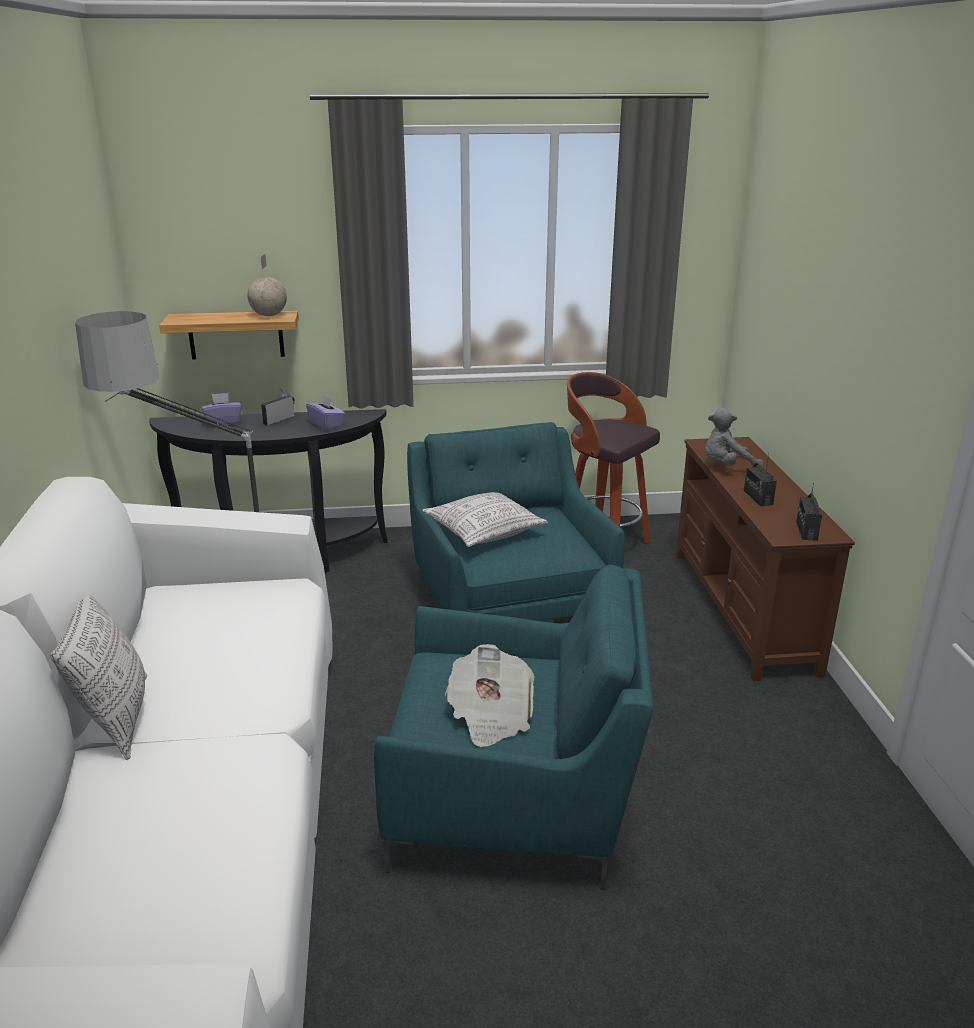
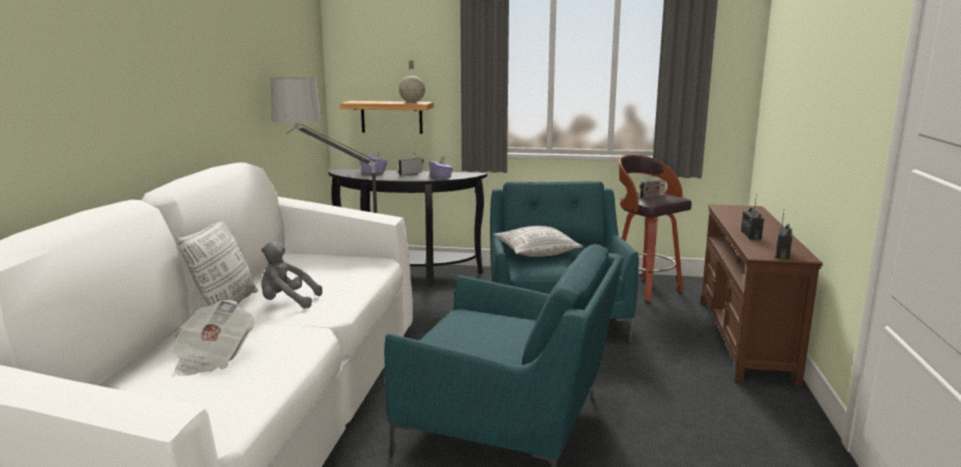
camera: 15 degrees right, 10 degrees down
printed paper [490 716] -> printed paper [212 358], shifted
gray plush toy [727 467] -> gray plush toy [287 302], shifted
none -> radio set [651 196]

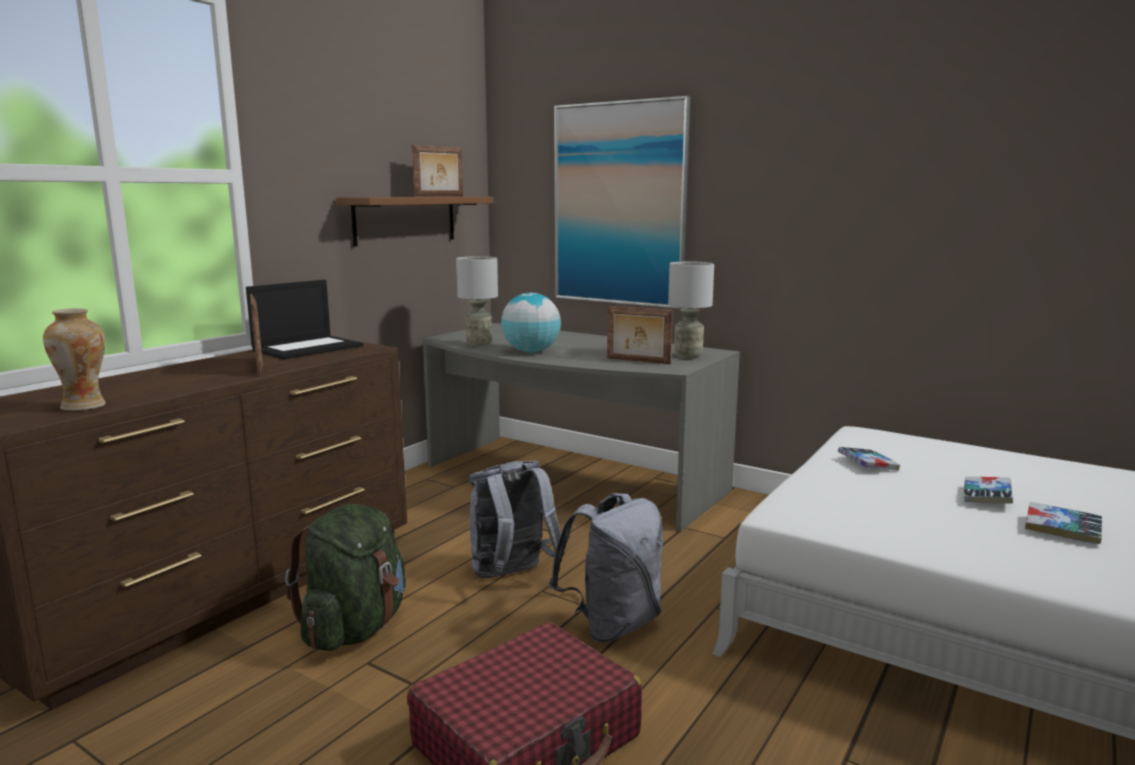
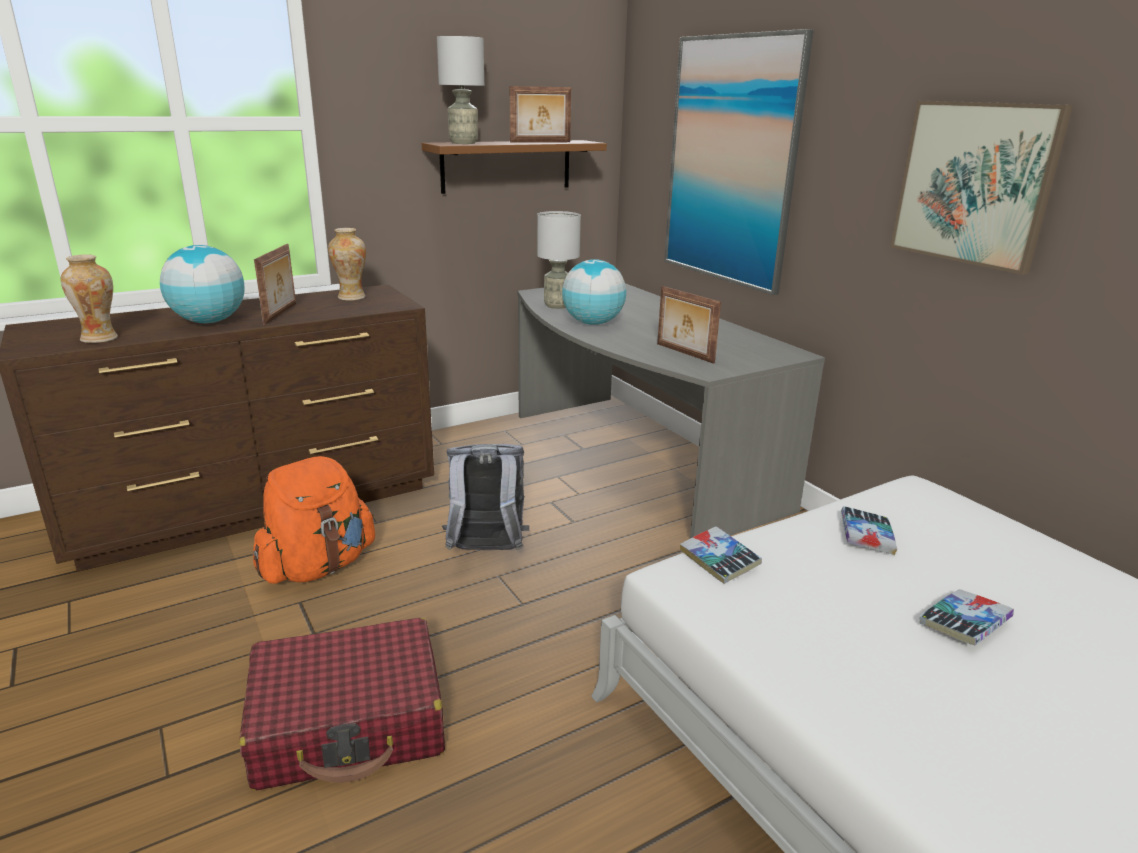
camera: 25 degrees right, 10 degrees up
notebook computer [308 348] -> flower vase [351 297]
green-coloured backpack [355 628] -> orangey backpack [318 566]
gray backpack [612 624] -> none
gray lamp for a table [688 356] -> gray lamp for a table [464 143], shifted
book [1062 529] -> book [719 560], shifted
none -> world globe [209 321]
none -> picture [974 183]

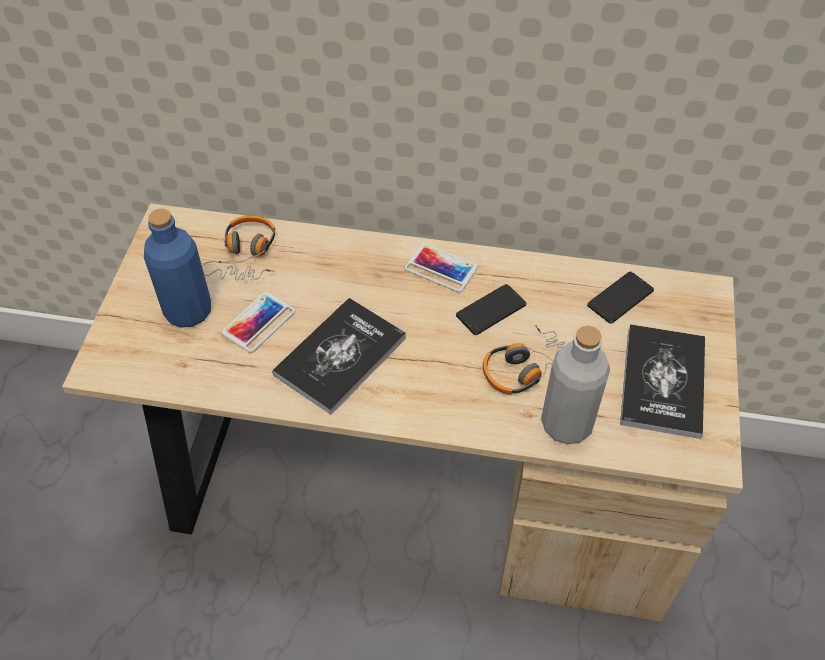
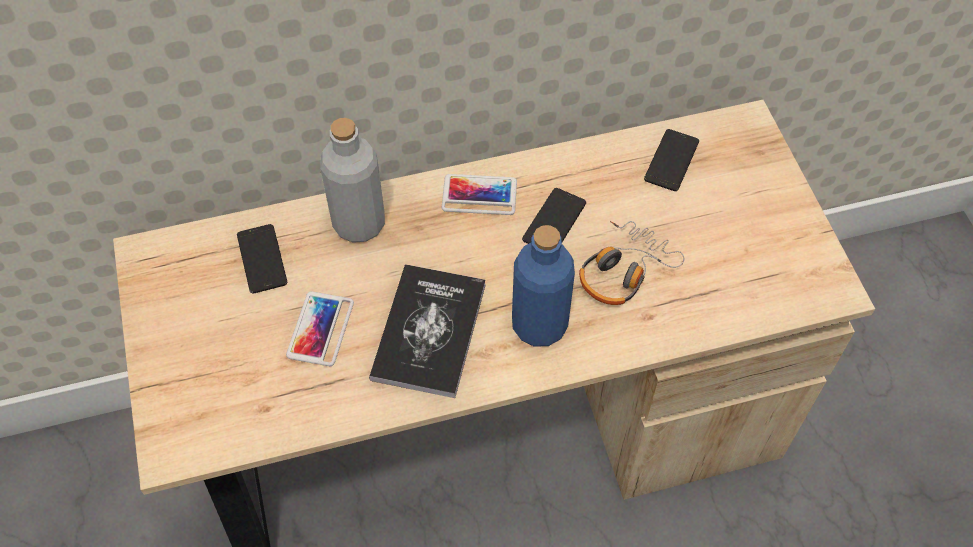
camera: 25 degrees left, 5 degrees up
bluish bottle [188 311] -> bluish bottle [539 325], shifted
pair of headphones [246 255] -> phone [262 259]
gray bottle [566 424] -> gray bottle [359 223], shifted
book [663 382] -> none

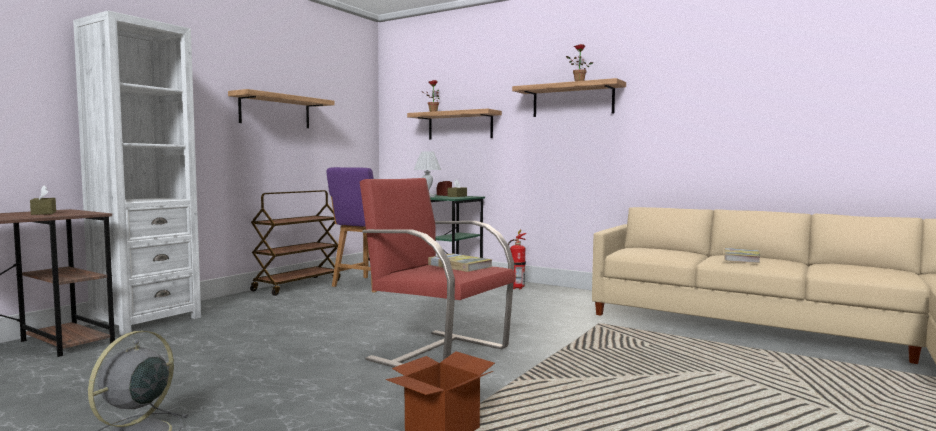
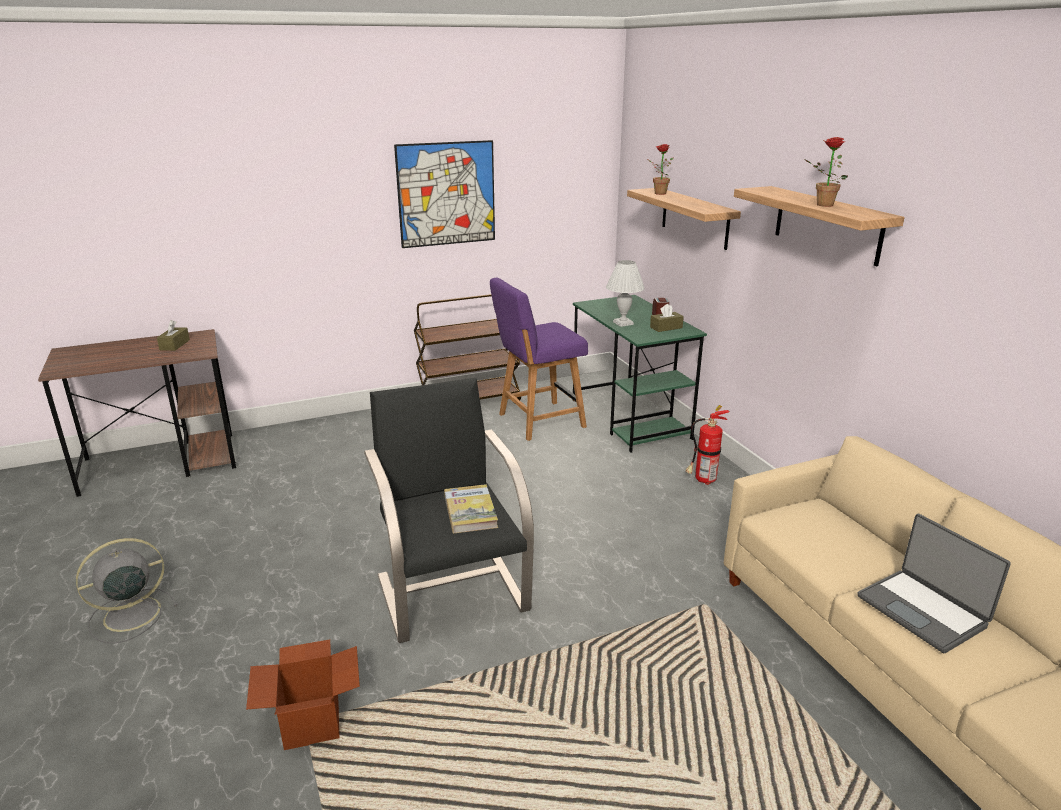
camera: 35 degrees right, 20 degrees up
white-coloured bookshelf [146 321] -> none
bracket shelf [275 111] -> picture [446 194]
reddish easy chair [437 353] -> black easy chair [451 592]
book [741 258] -> notebook computer [923 610]

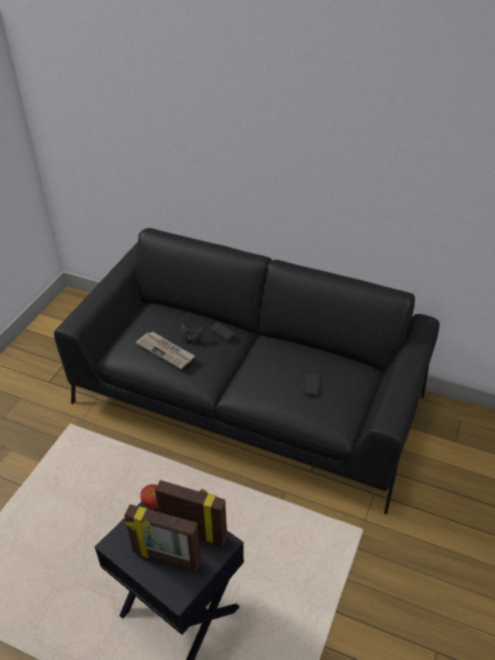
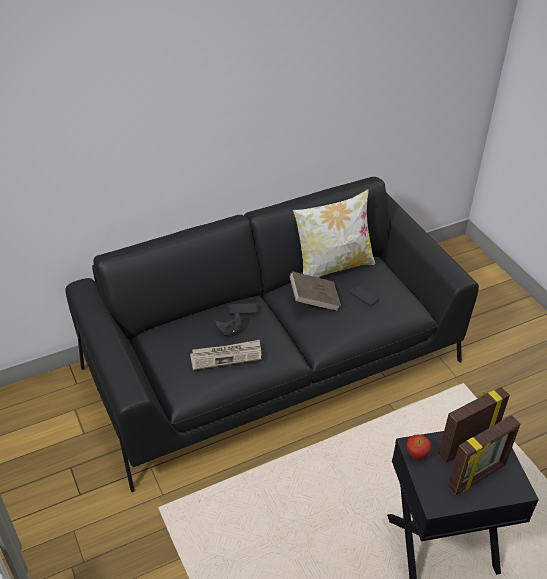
camera: 50 degrees left, 0 degrees up
none -> brownish book [314 300]
none -> throw pillow [333 267]

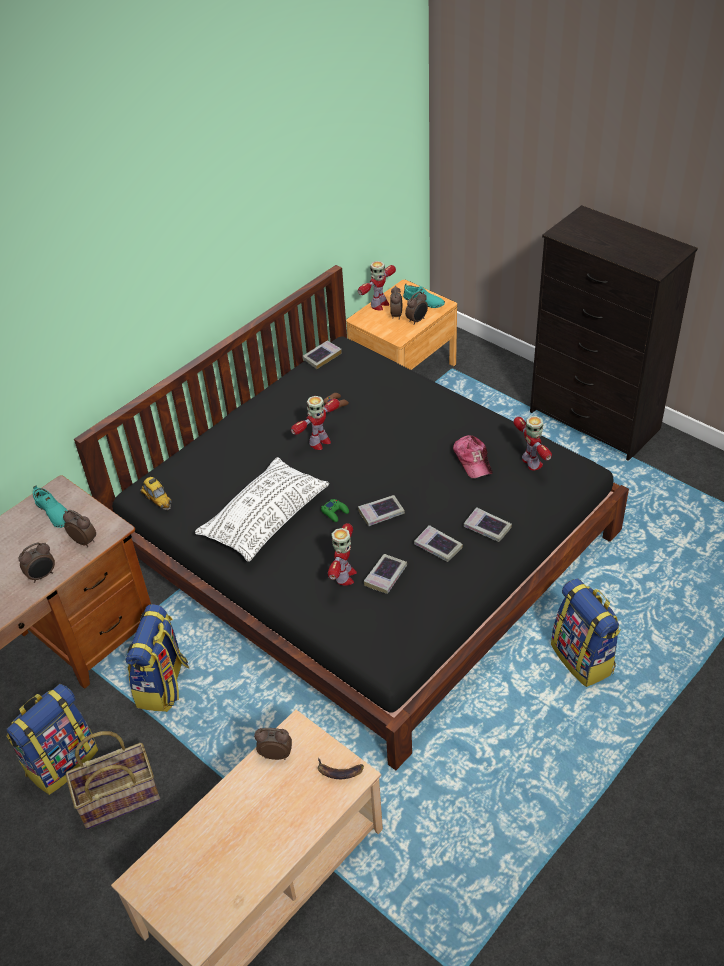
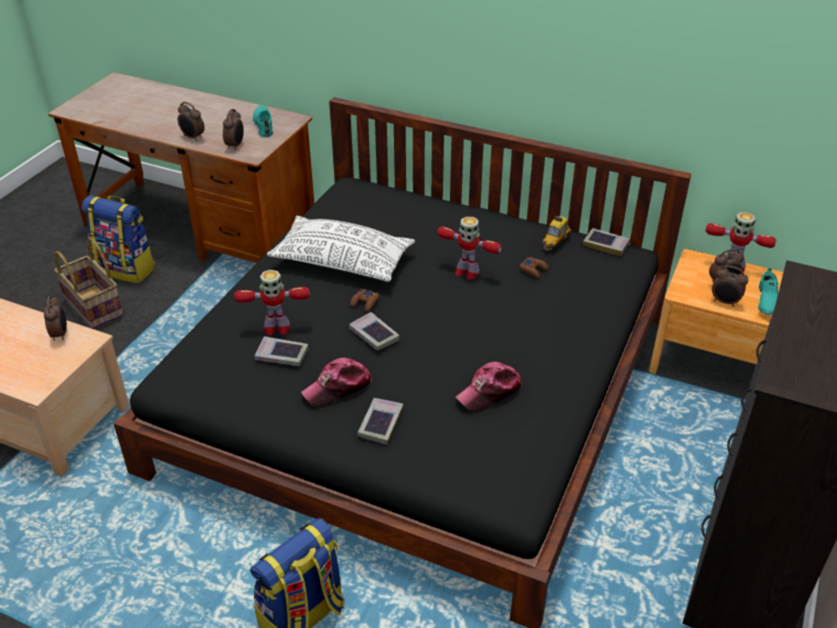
camera: 70 degrees right, 5 degrees down
turquoise low shoe [53 513] -> turquoise low shoe [264 124], 135 degrees clockwise
backpack [163 685] -> none
miniature car [157 500] -> miniature car [555 242], shifted
banana fruit [339 771] -> none
green-coloured game controller [335 512] -> brownish game controller [365 303]
book [438 546] -> cap [337 388]
model robot [531 463] -> none

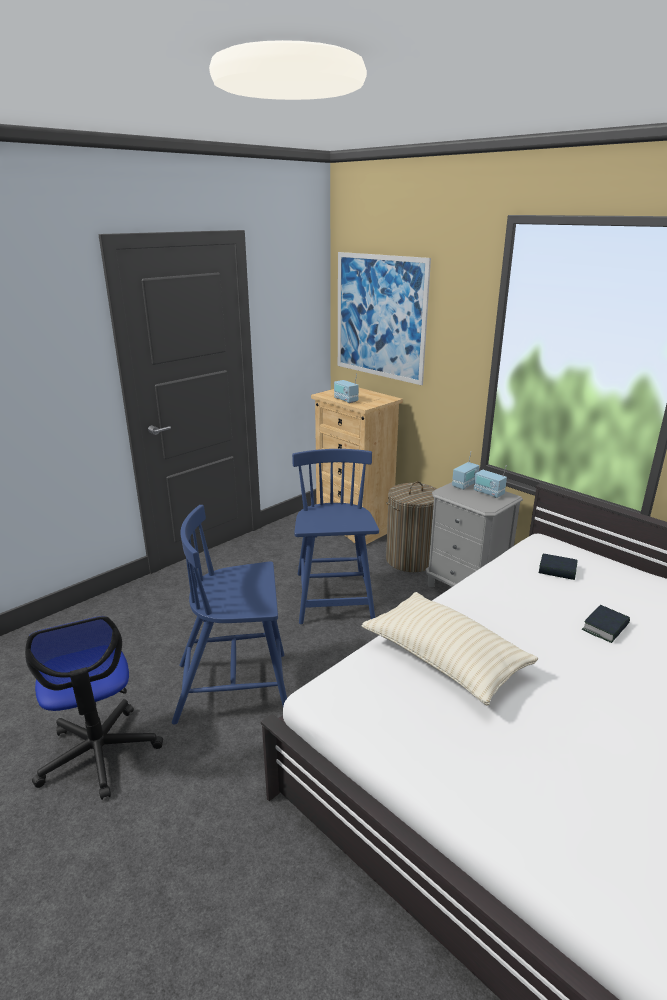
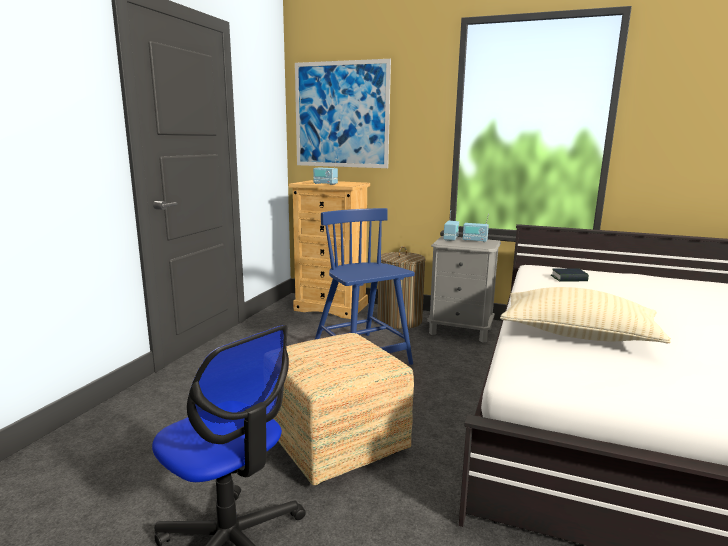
camera: 25 degrees left, 10 degrees down
bluish plain chair [235 687] -> footrest [334 442]
book [605 628] -> none

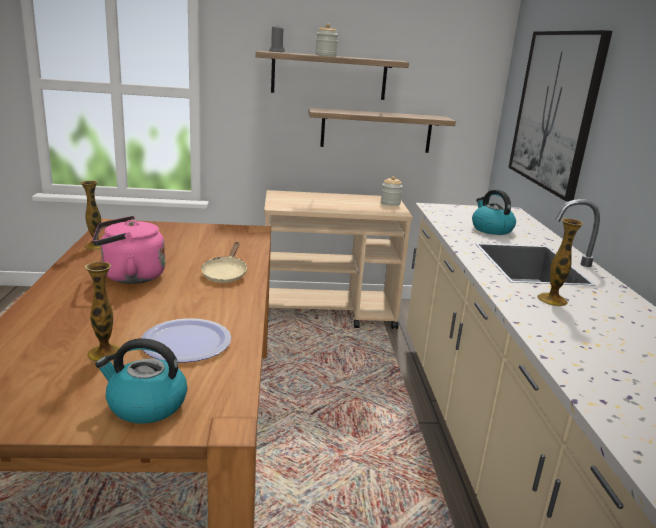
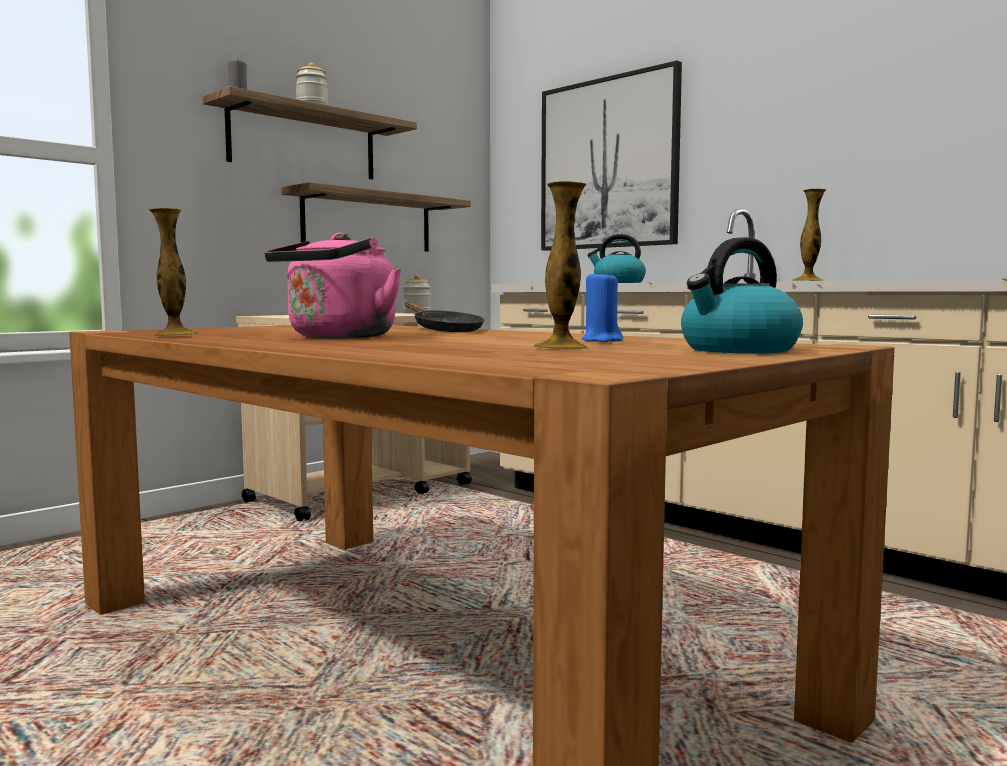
camera: 40 degrees left, 15 degrees down
flat dish [186 342] -> bluish candle [601 341]
sand-coloured skillet [225 274] -> black skillet [444 331]

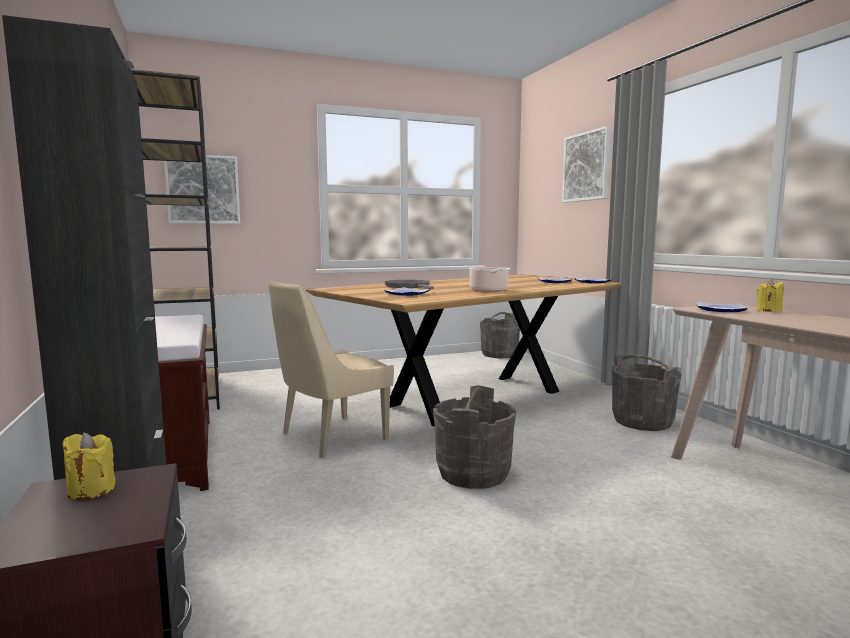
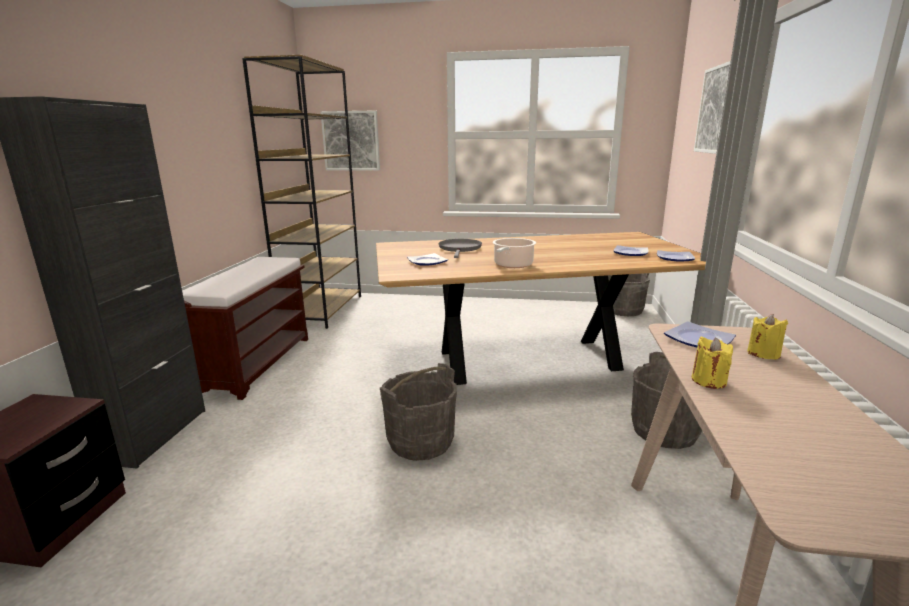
camera: 30 degrees right, 10 degrees up
yellow-coloured candle [91 490] -> yellow-coloured candle [708 381], shifted
sand-coloured plain chair [330 437] -> none

